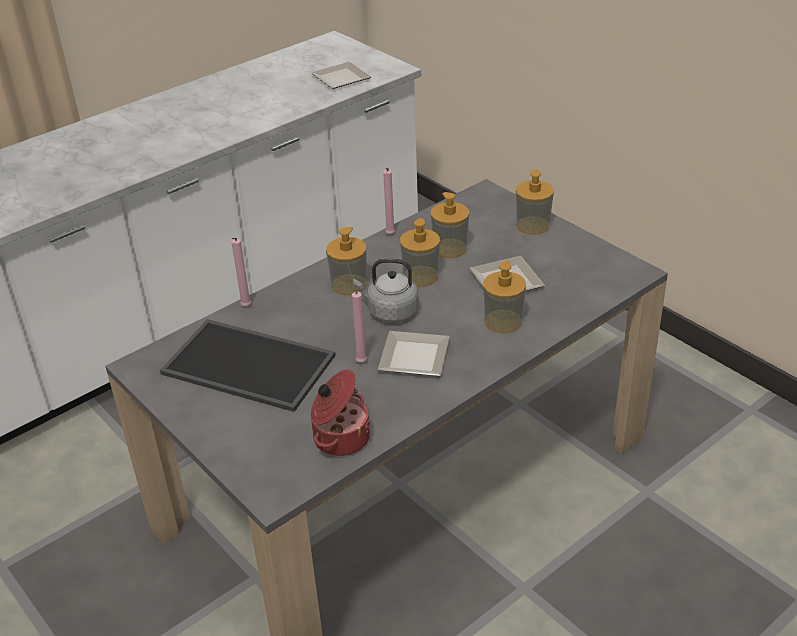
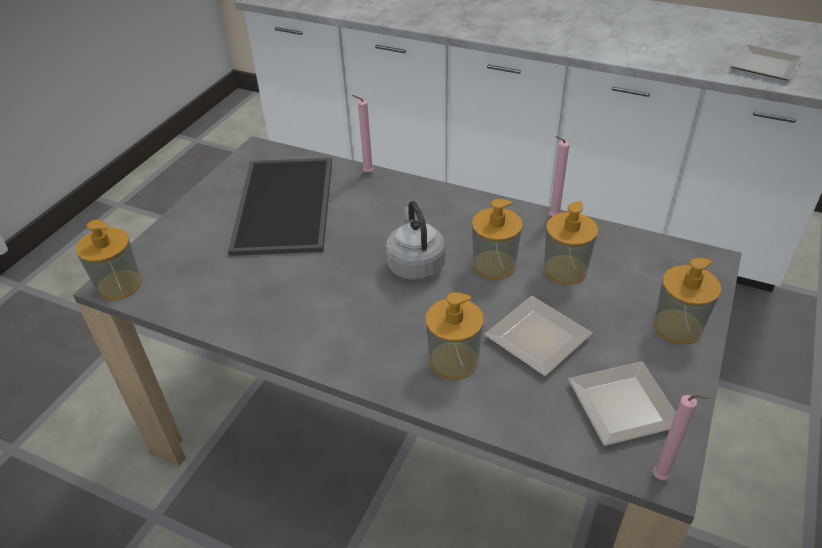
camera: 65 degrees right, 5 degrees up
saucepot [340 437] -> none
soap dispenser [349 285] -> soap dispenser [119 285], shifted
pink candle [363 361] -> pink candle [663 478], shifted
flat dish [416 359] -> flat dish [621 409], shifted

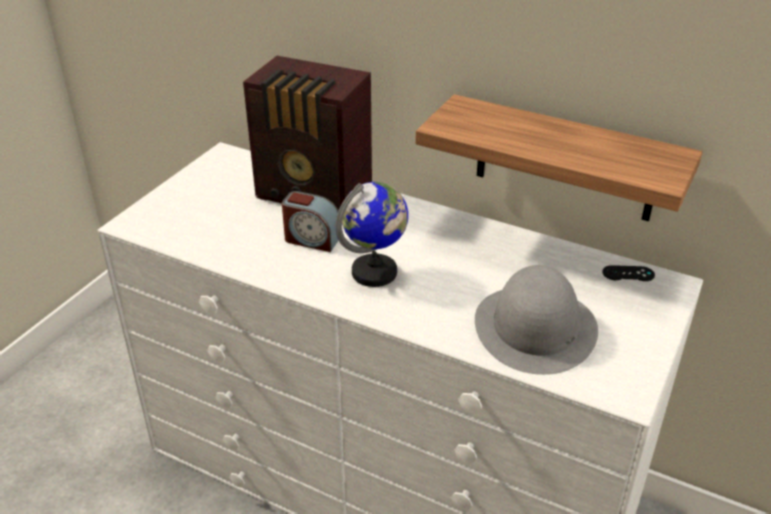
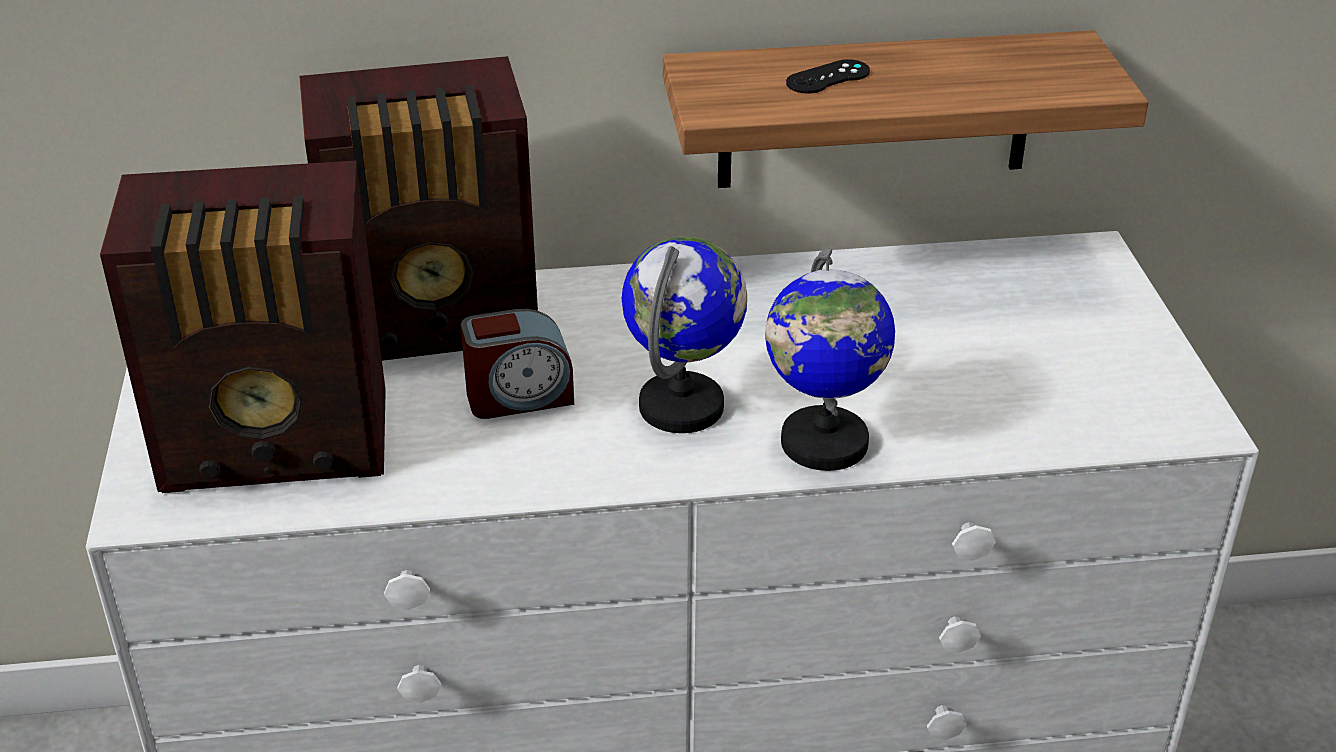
camera: 35 degrees left, 0 degrees up
gray hat [535 328] -> none
black game controller [628 274] -> black game controller [828 77], shifted
none -> radio set [281 444]
none -> world globe [823 443]

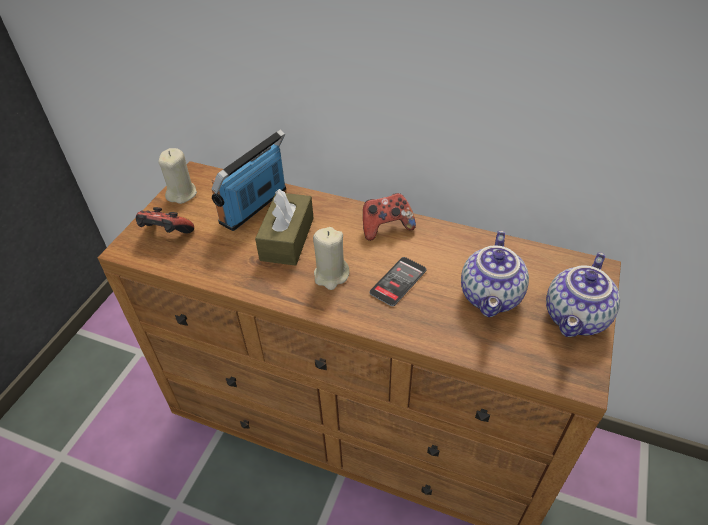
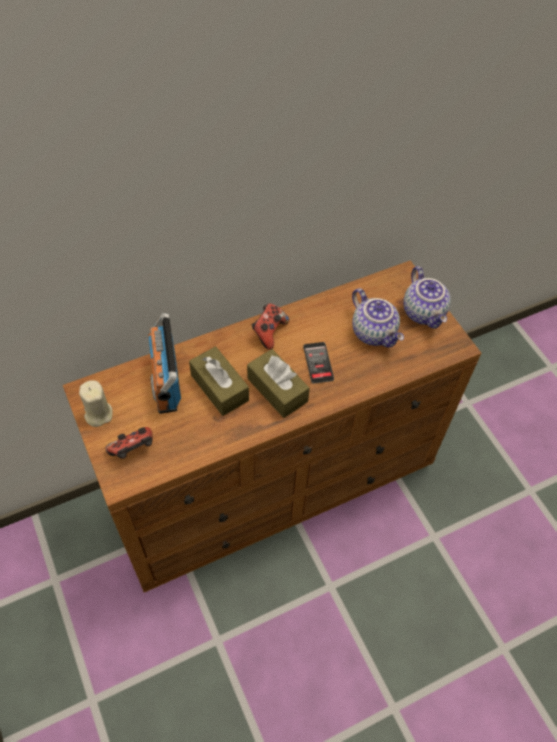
camera: 50 degrees left, 10 degrees up
sand-coloured candle [331 275] -> brownish tissue holder [277 390]

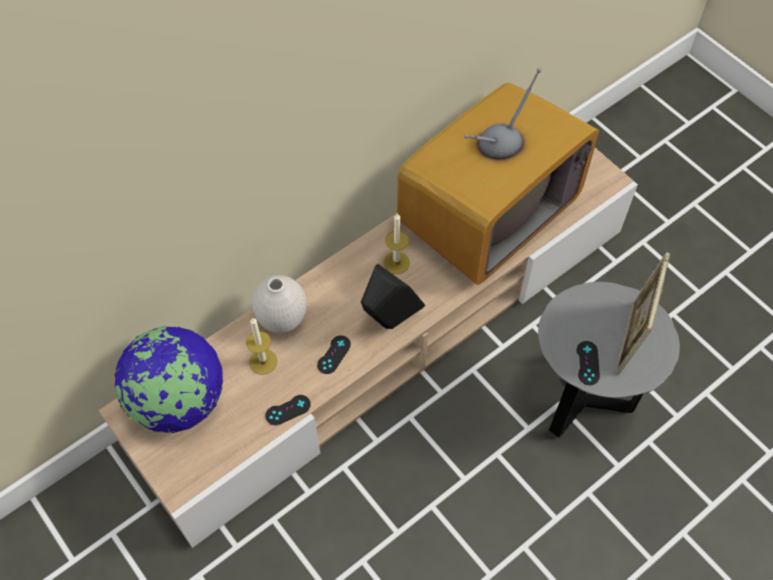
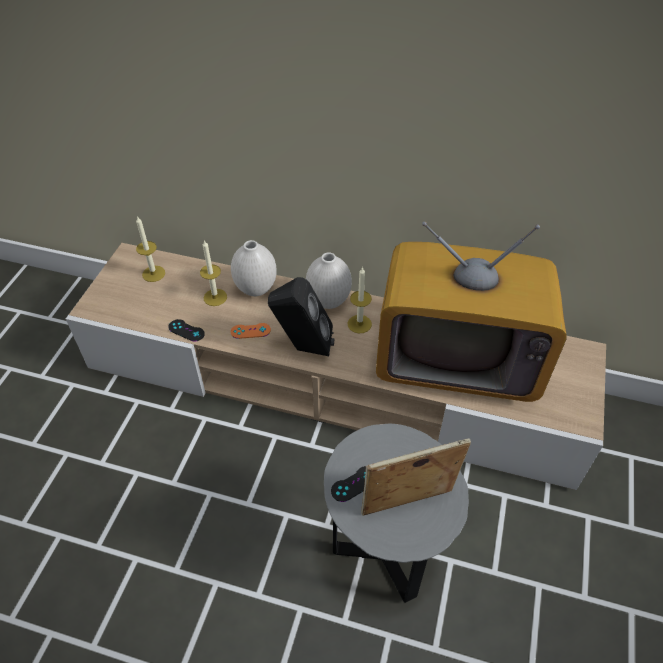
camera: 55 degrees right, 10 degrees down
world globe [179 401] -> candle [153 273]
black game controller [334 354] -> orangey game controller [250 331]
none -> white-coloured flower vase [329 301]

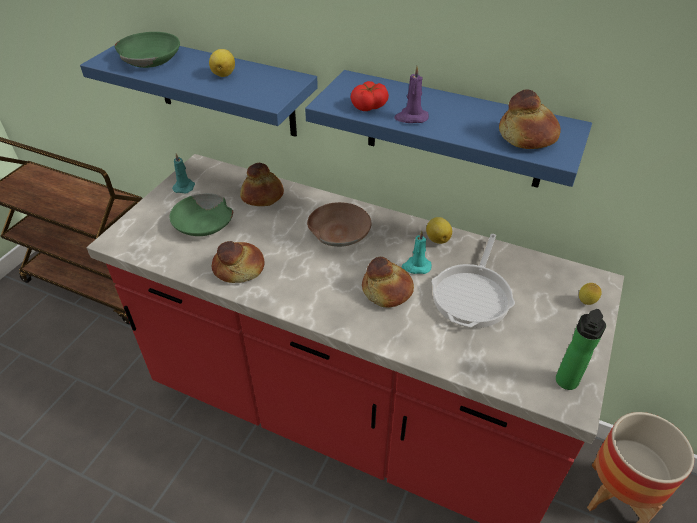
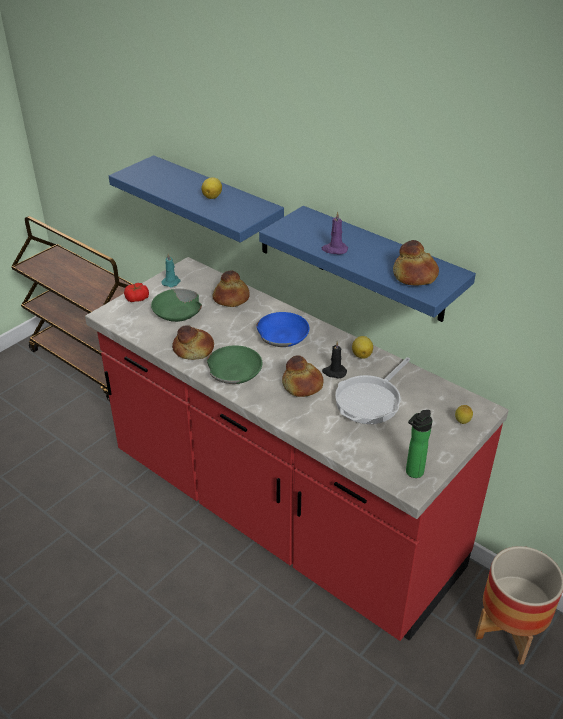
camera: 15 degrees right, 5 degrees down
green-coloured deep dish [150 58] -> green-coloured deep dish [234 372], shifted
brownish deep dish [339 232] -> bluish deep dish [282 336]
fresh tomato [369 106] -> fresh tomato [137 298], shifted
turquoise candle [416 266] -> black candle [334 372]

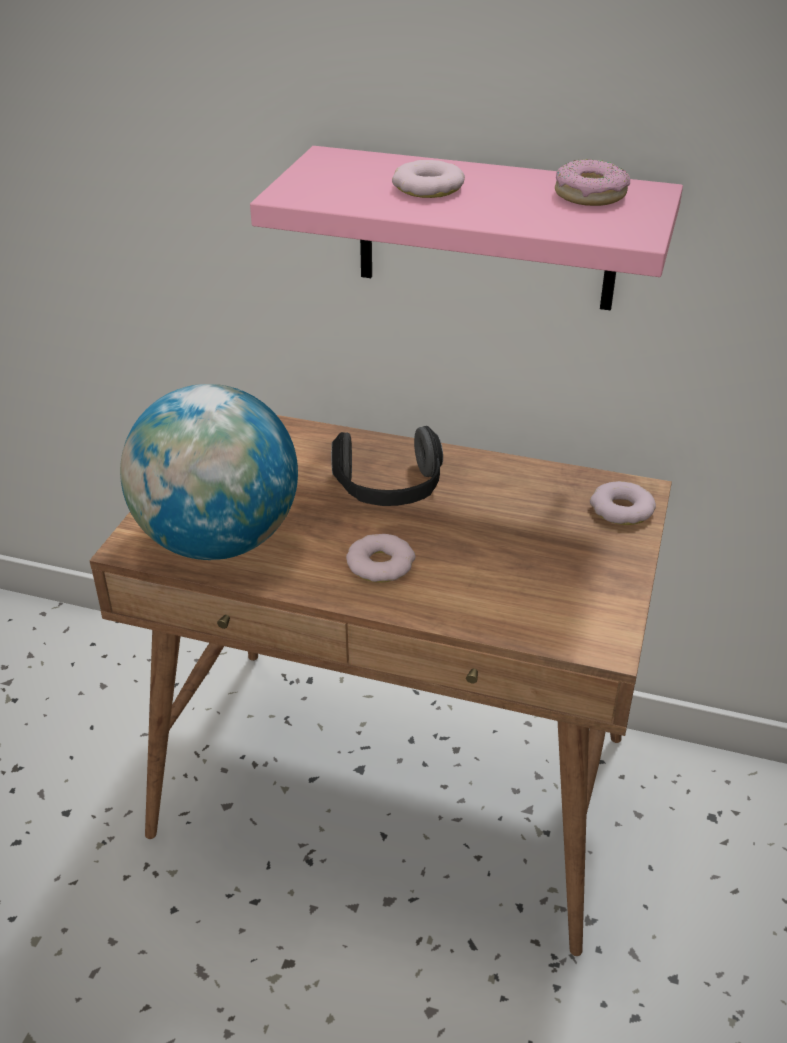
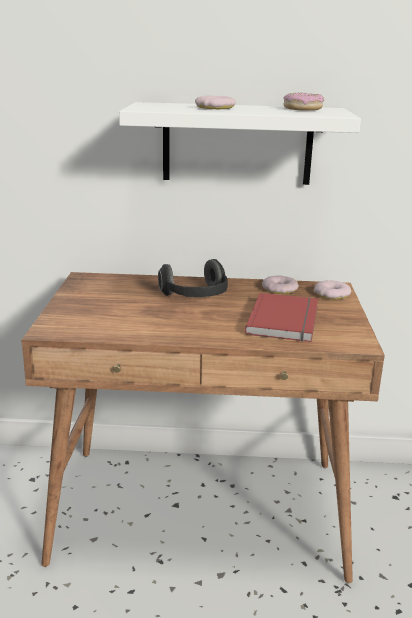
camera: 15 degrees left, 15 degrees down
world globe [219 541] -> none
pink bracket shelf [486 230] -> white-coloured bracket shelf [237 144]
doughnut [380 564] -> doughnut [279 289], shifted
none -> reddish book [286 320]

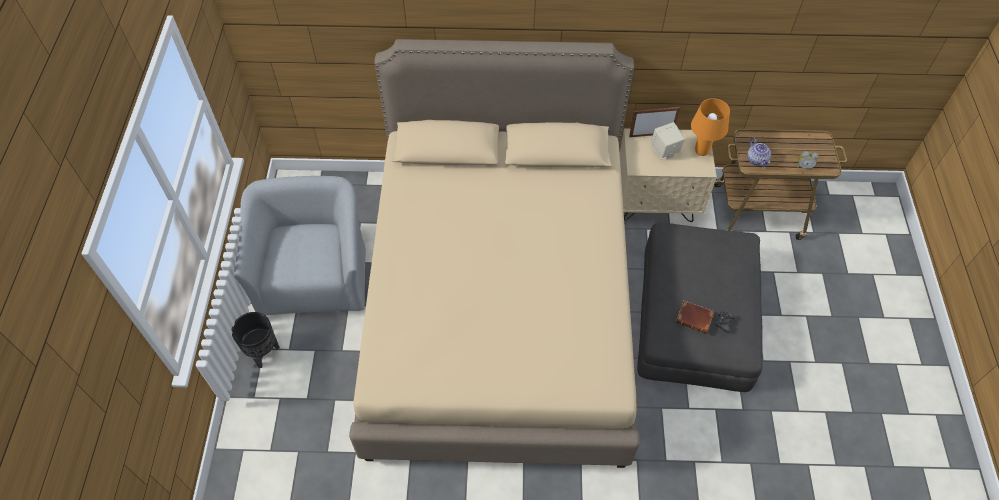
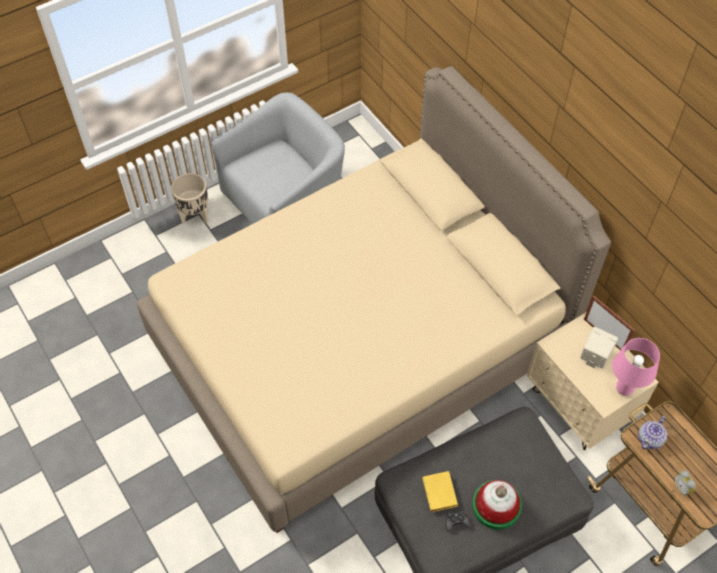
camera: 55 degrees right, 0 degrees up
black flower pot [264 353] -> sand-coloured flower pot [195 216]
brownish book [695 318] -> yellow-coloured book [441 494]
orangey lamp for a table [702 151] -> pink lamp for a table [624 389]
none -> hat [496 506]

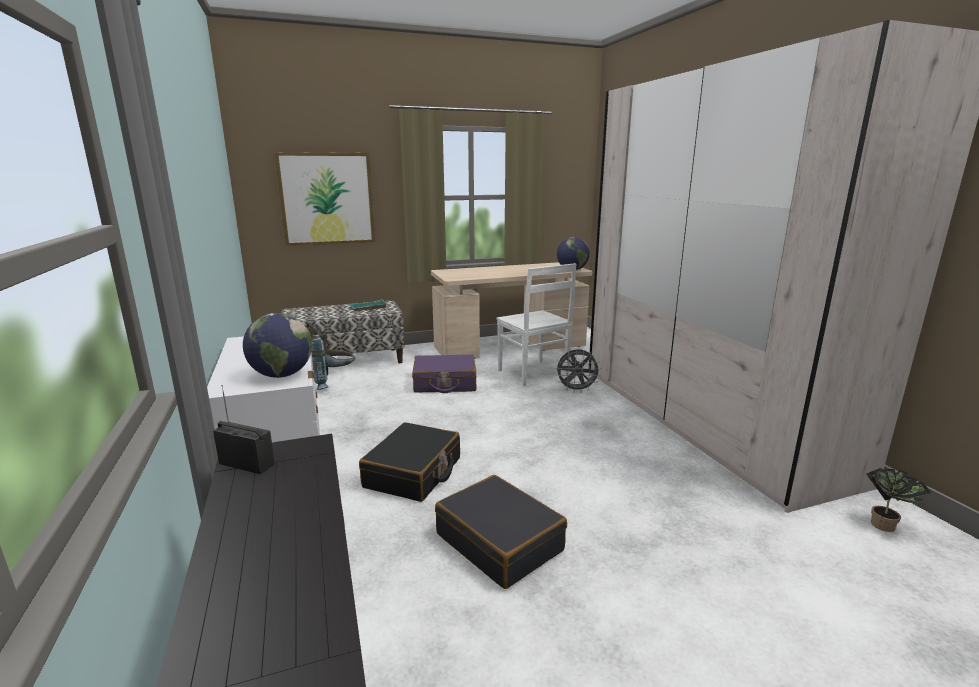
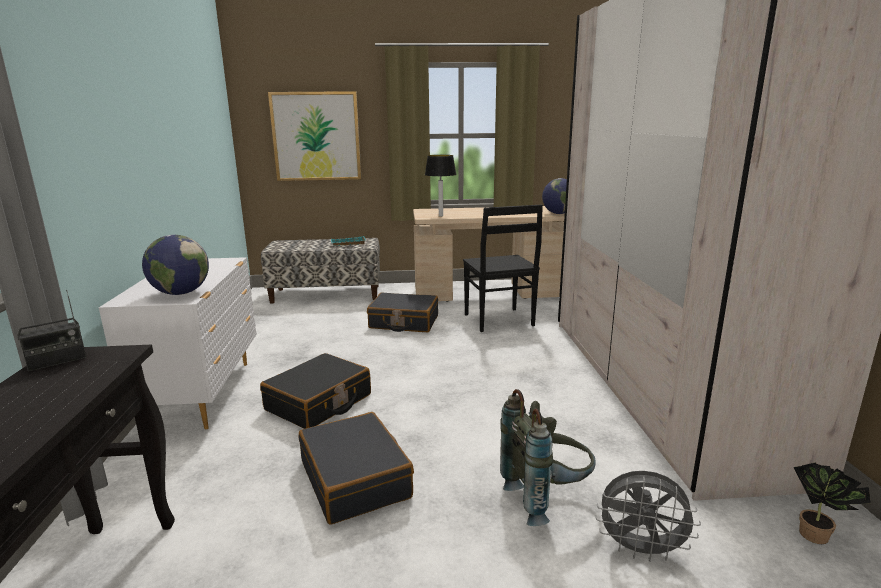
camera: 15 degrees right, 0 degrees up
radio set [247 464] -> radio set [57 361], 105 degrees clockwise
gray backpack [332 382] -> gray backpack [546 498], shifted
purplish piece of luggage [445 383] -> black piece of luggage [404 322]
white-coloured plain chair [533 374] -> black plain chair [499 321]
gray electric fan [576 390] -> gray electric fan [641 550], shifted
none -> lamp for a table [440 216]

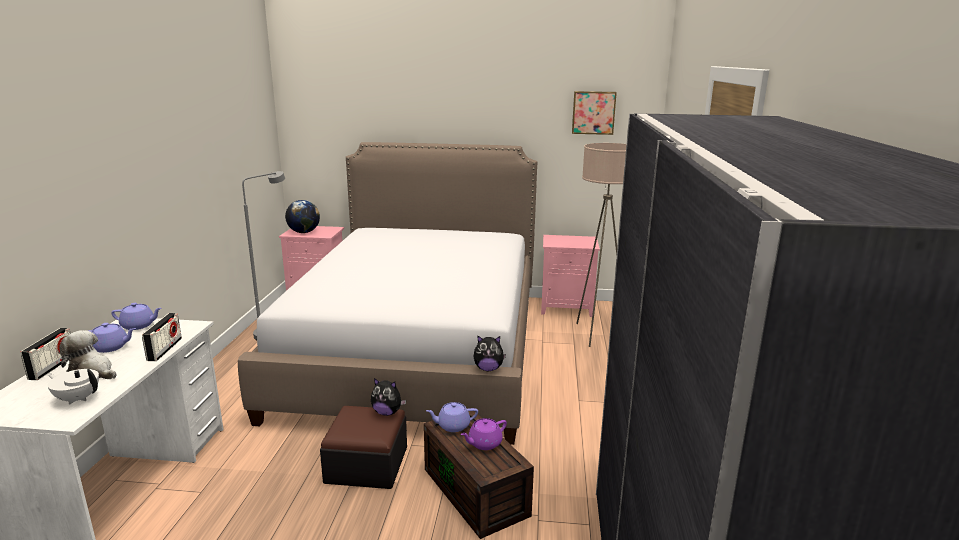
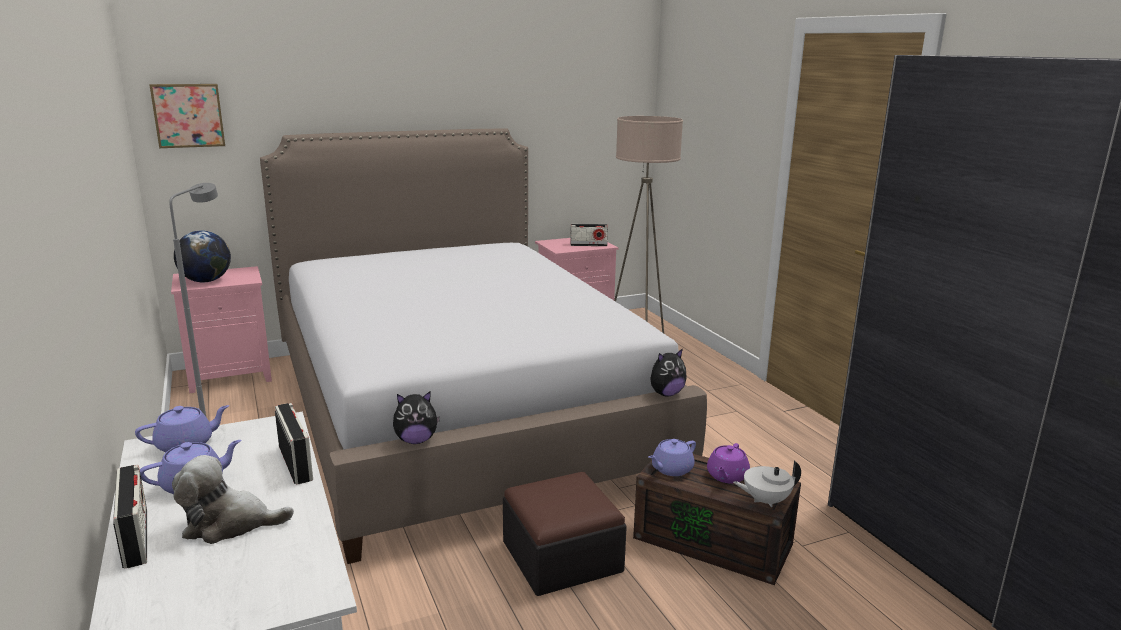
camera: 30 degrees left, 0 degrees up
white-coloured teapot [78 398] -> white-coloured teapot [765 500], shifted
plush toy [387 412] -> plush toy [416 440], shifted
picture [593 112] -> picture [188 115], shifted
none -> radio set [588 245]

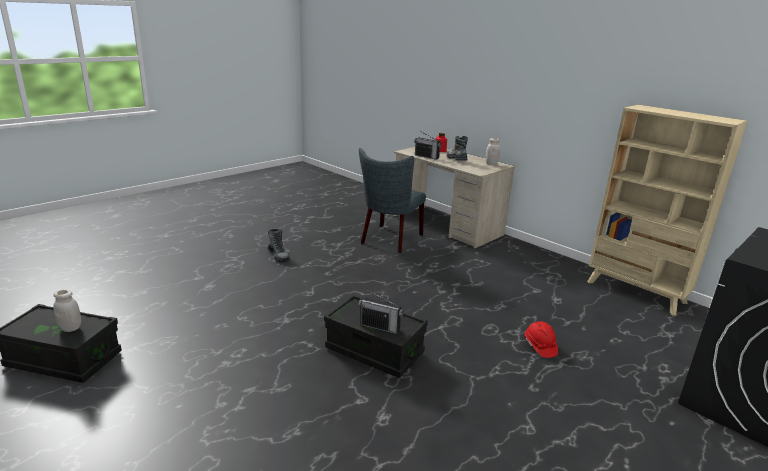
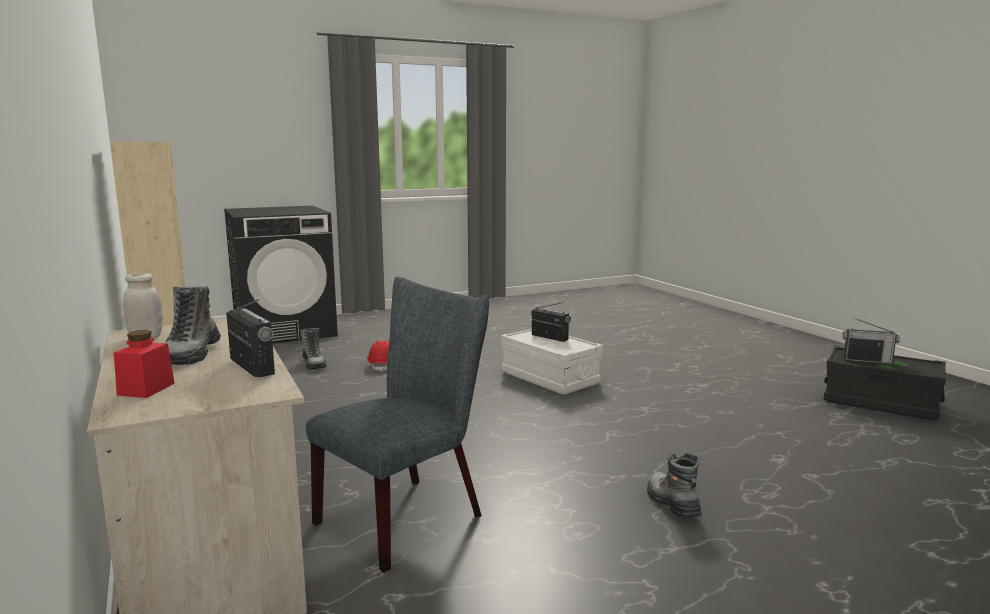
camera: 160 degrees left, 10 degrees down
white-coloured storage jar [70 328] -> radio set [867 360]
black storage container [374 351] -> white-coloured storage container [549 378]
none -> boot [314 364]

